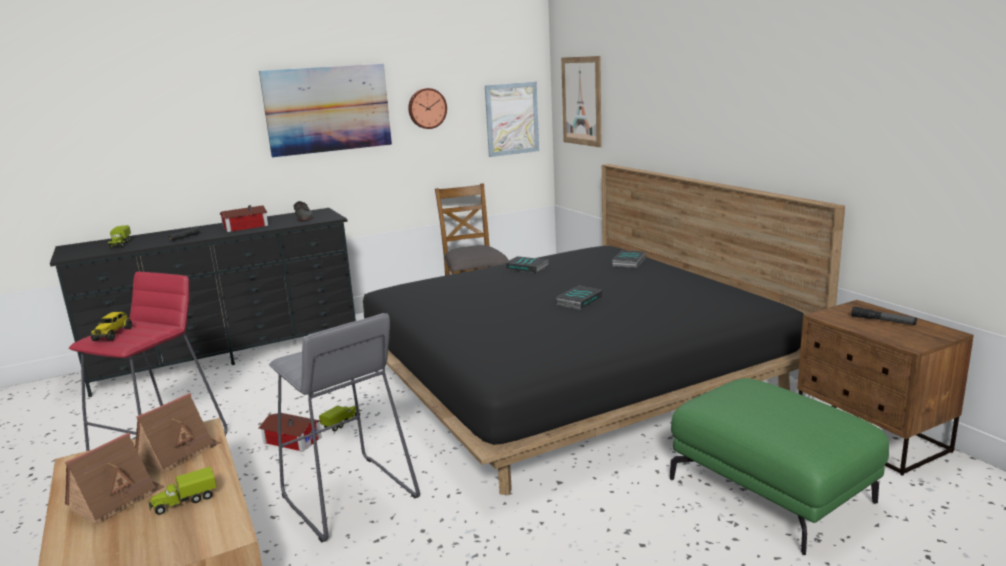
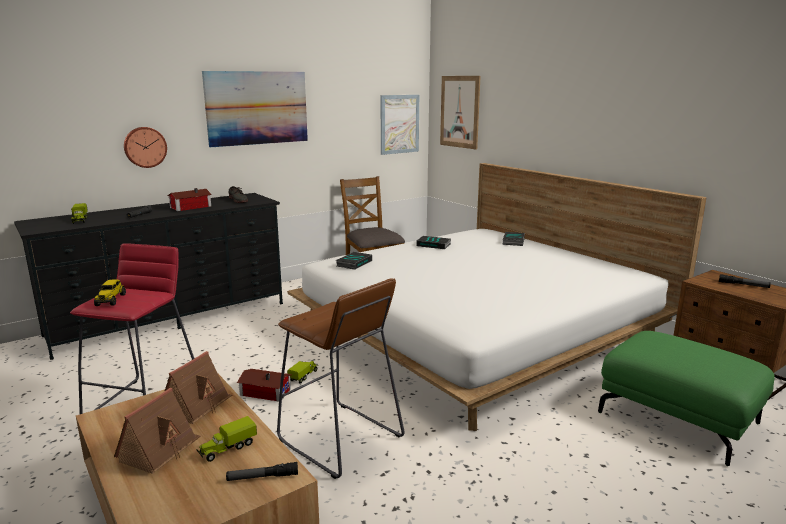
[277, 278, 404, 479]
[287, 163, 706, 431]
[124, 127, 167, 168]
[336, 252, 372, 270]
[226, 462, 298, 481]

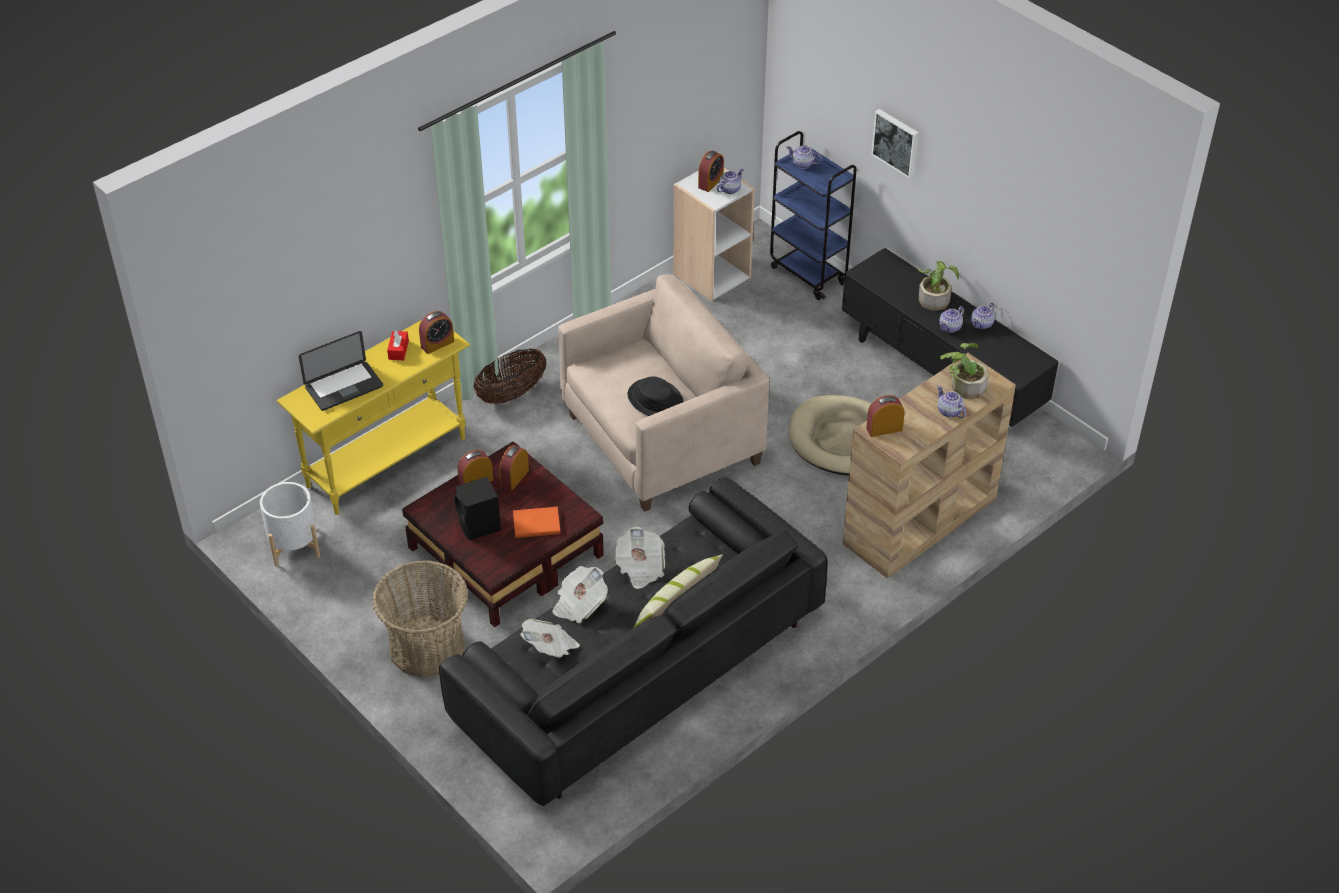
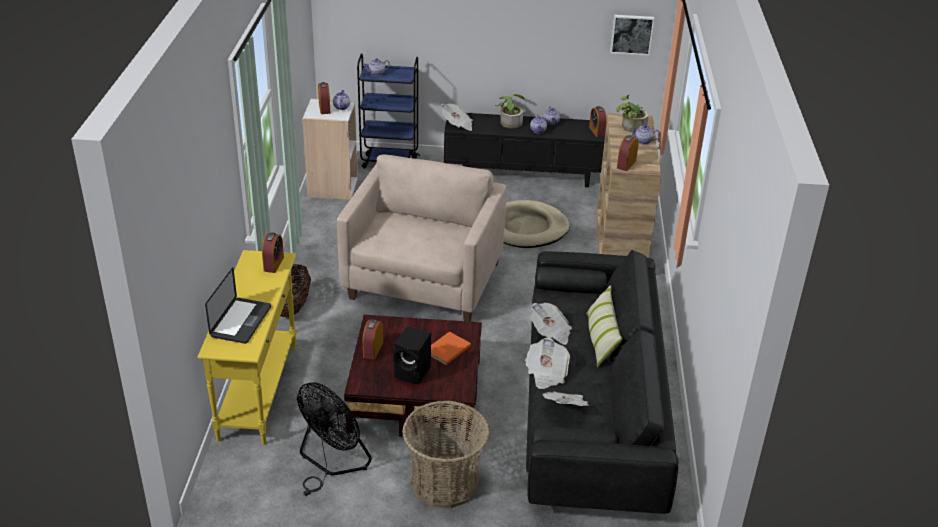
[260, 482, 320, 567] (first image)
[387, 330, 409, 360] (first image)
[589, 106, 607, 137]
[628, 376, 683, 416] (first image)
[610, 15, 654, 55]
[296, 382, 371, 496]
[441, 103, 473, 131]

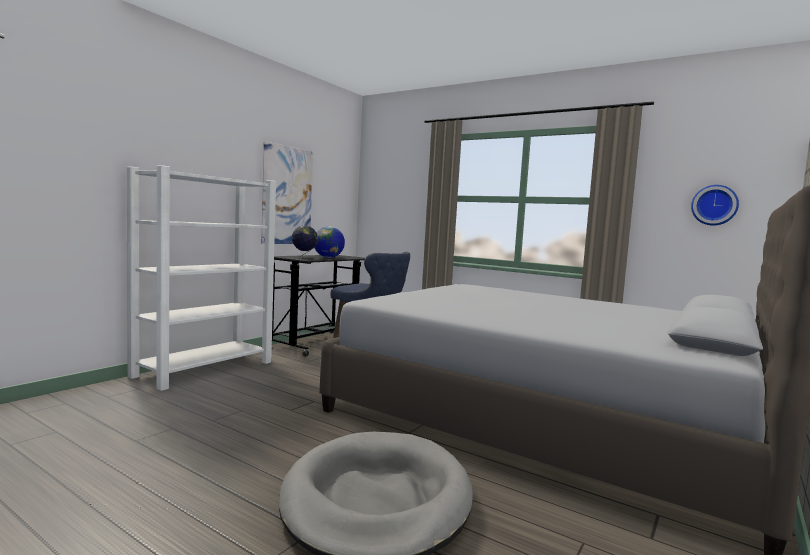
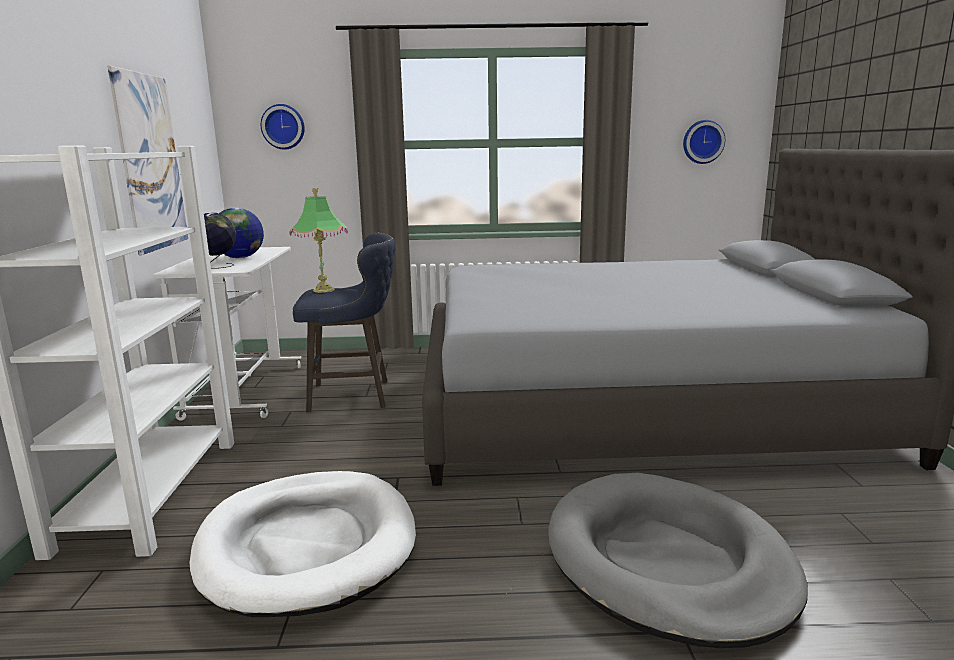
[154, 247, 302, 421]
[190, 471, 416, 617]
[261, 104, 305, 150]
[289, 188, 348, 293]

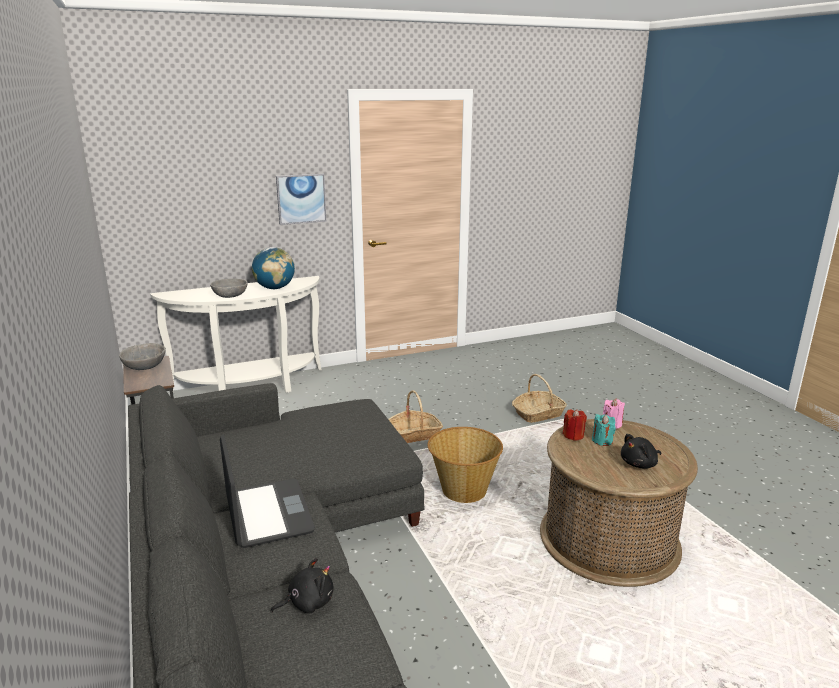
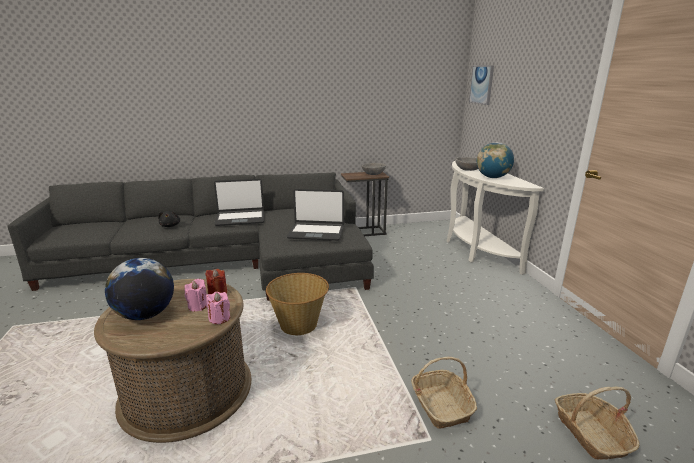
[469, 65, 494, 105]
[555, 387, 640, 460]
[184, 279, 207, 311]
[105, 258, 174, 320]
[287, 189, 344, 241]

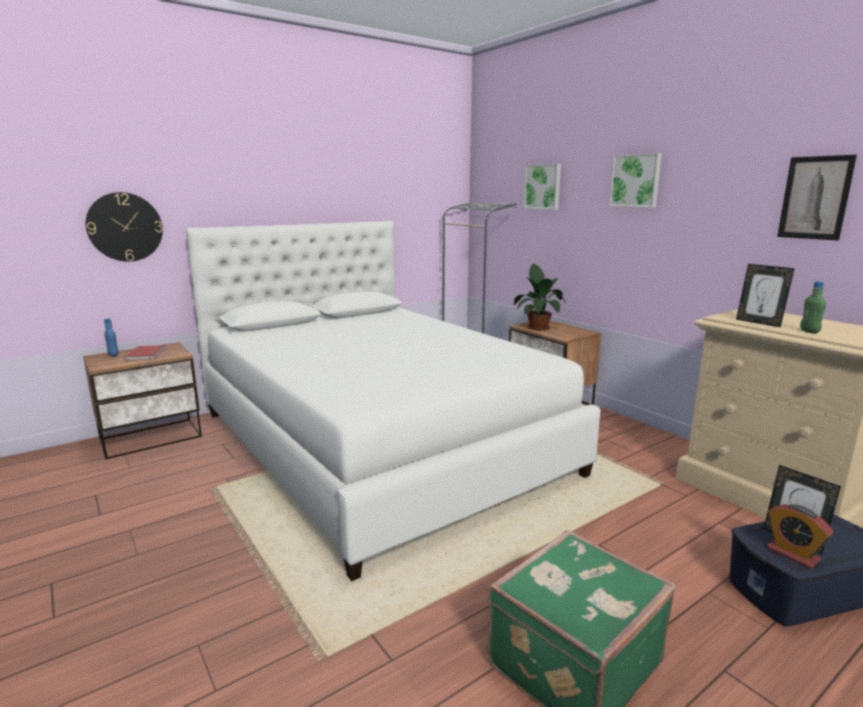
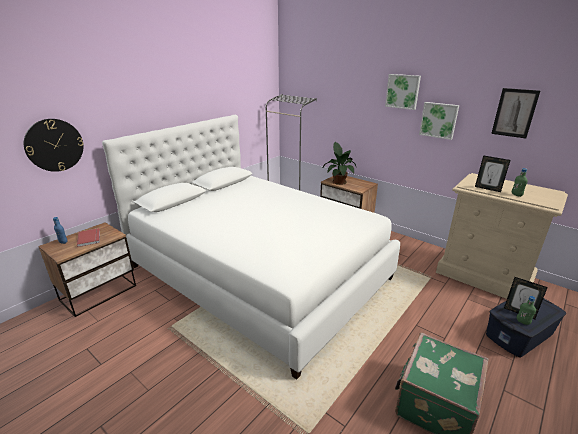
[419, 102, 459, 140]
[517, 296, 536, 325]

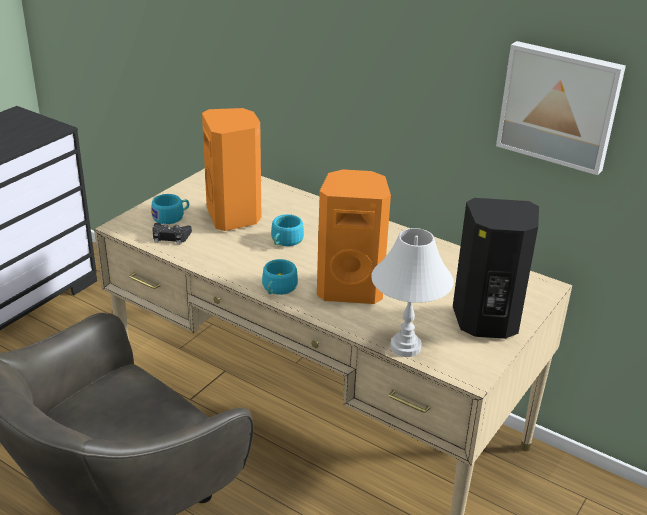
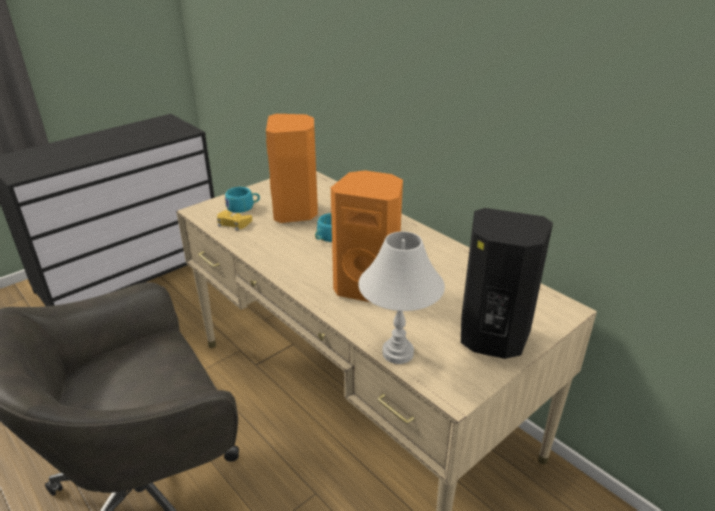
[217, 210, 252, 231]
[262, 259, 298, 295] (first image)
[496, 41, 626, 175] (first image)

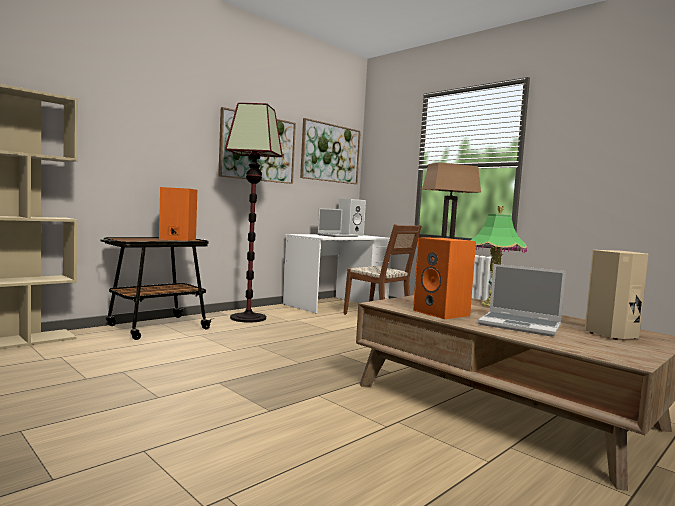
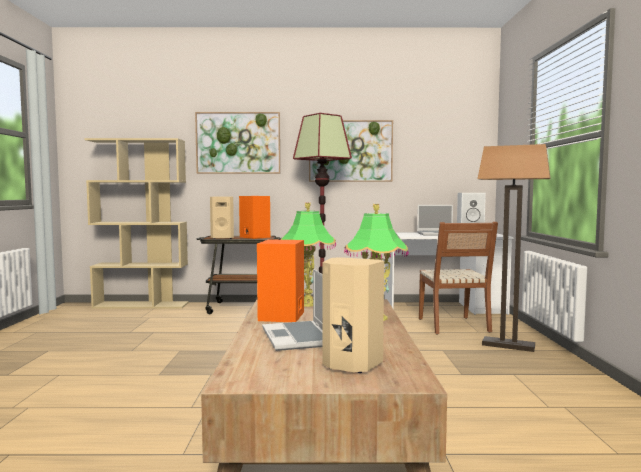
[195, 112, 280, 174]
[210, 197, 234, 239]
[281, 203, 336, 307]

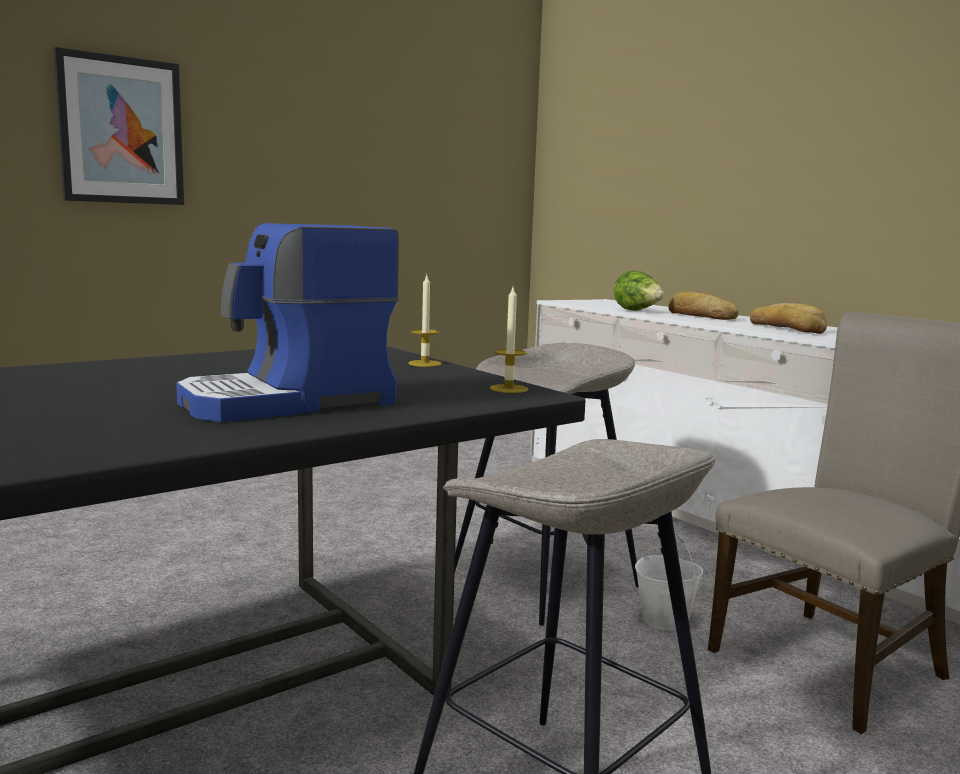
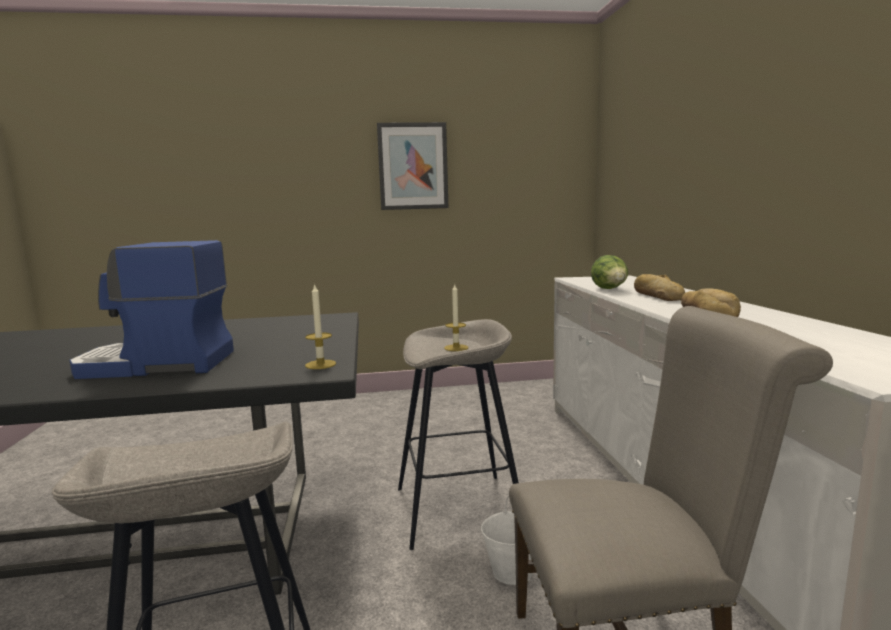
[377, 122, 448, 210]
[444, 284, 468, 351]

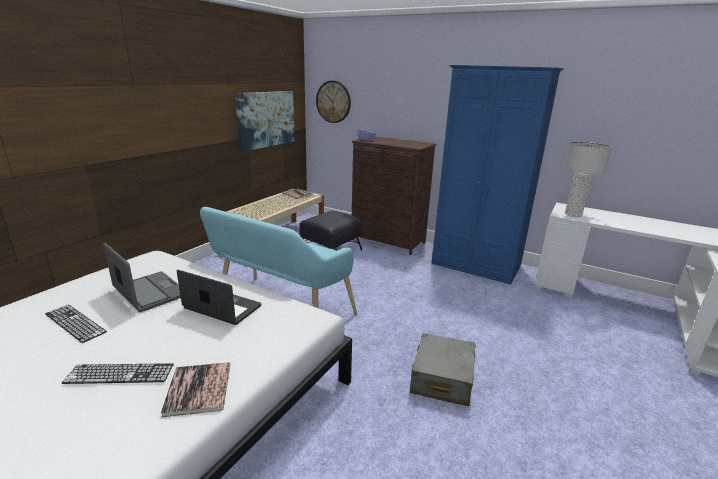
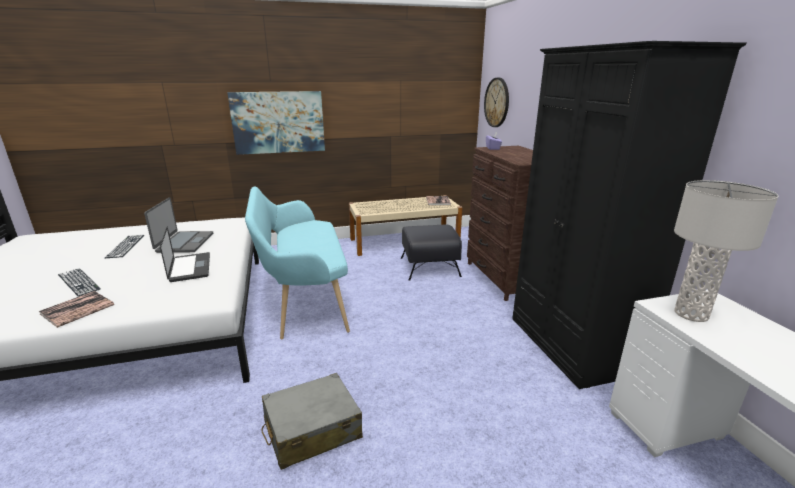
[227, 91, 325, 155]
[512, 41, 746, 389]

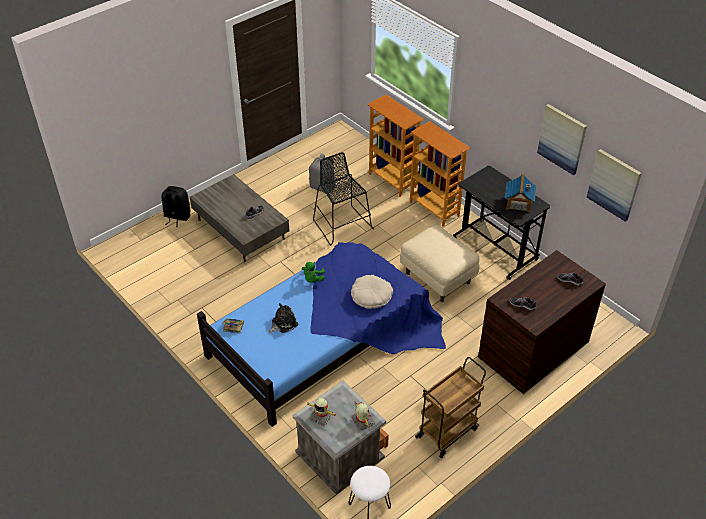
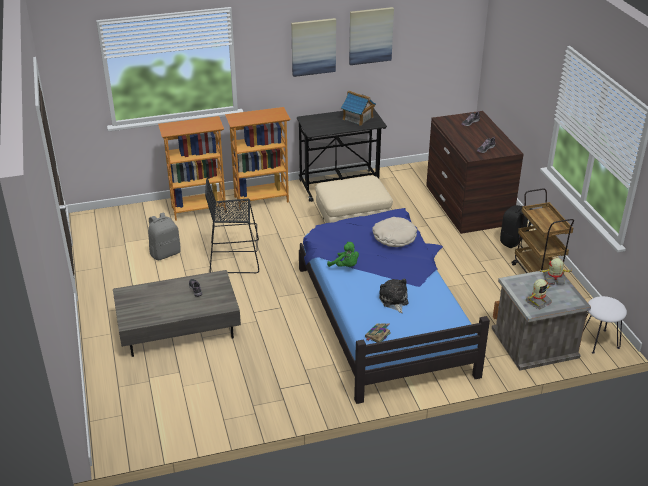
[500, 205, 533, 251]
[291, 18, 336, 77]

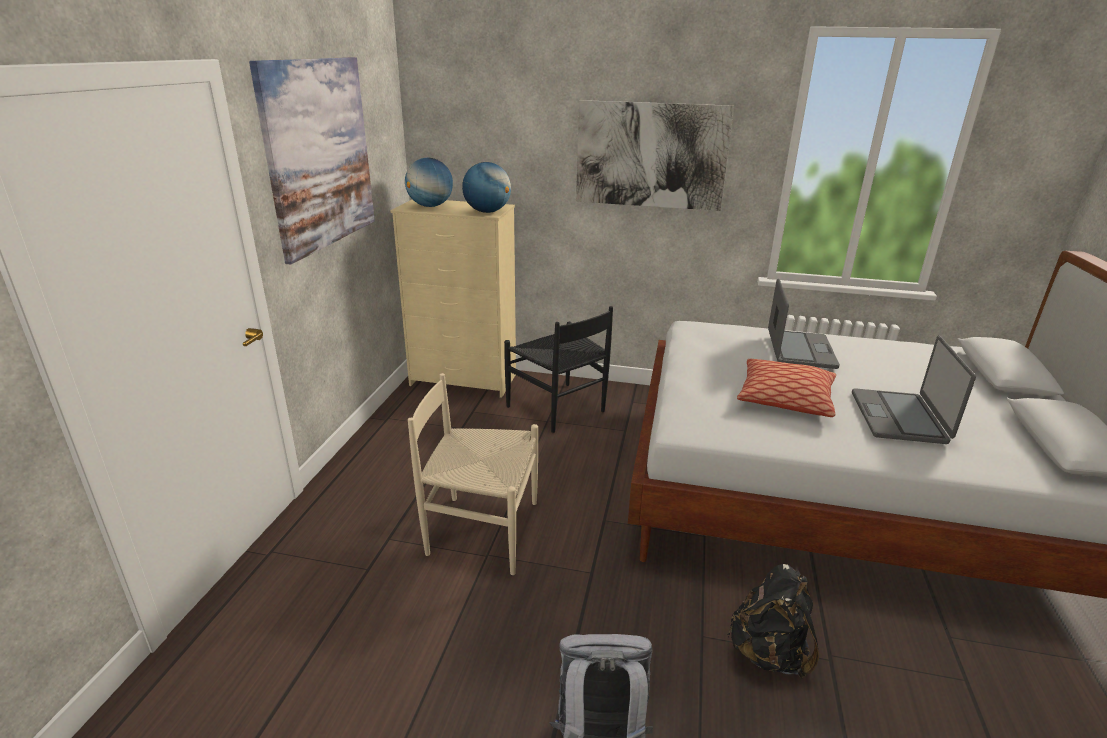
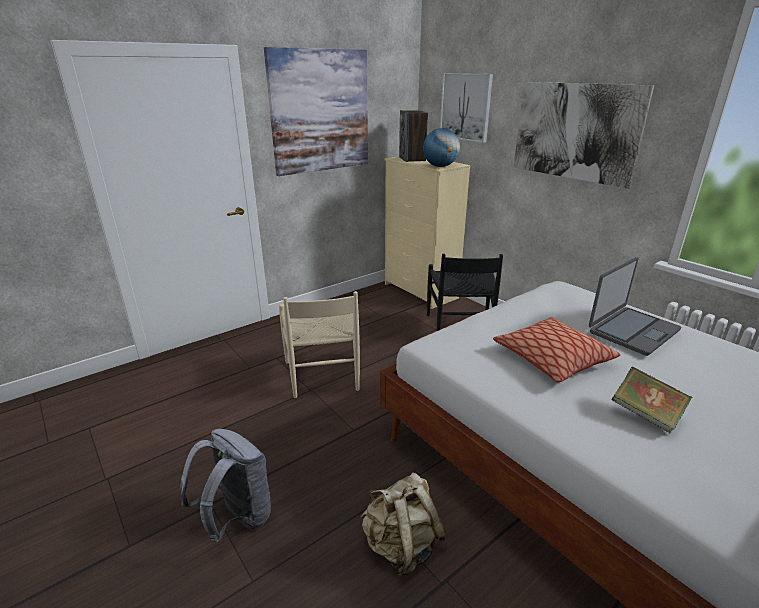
[399, 110, 428, 162]
[279, 291, 360, 398]
[361, 473, 447, 576]
[611, 367, 692, 434]
[440, 73, 493, 143]

